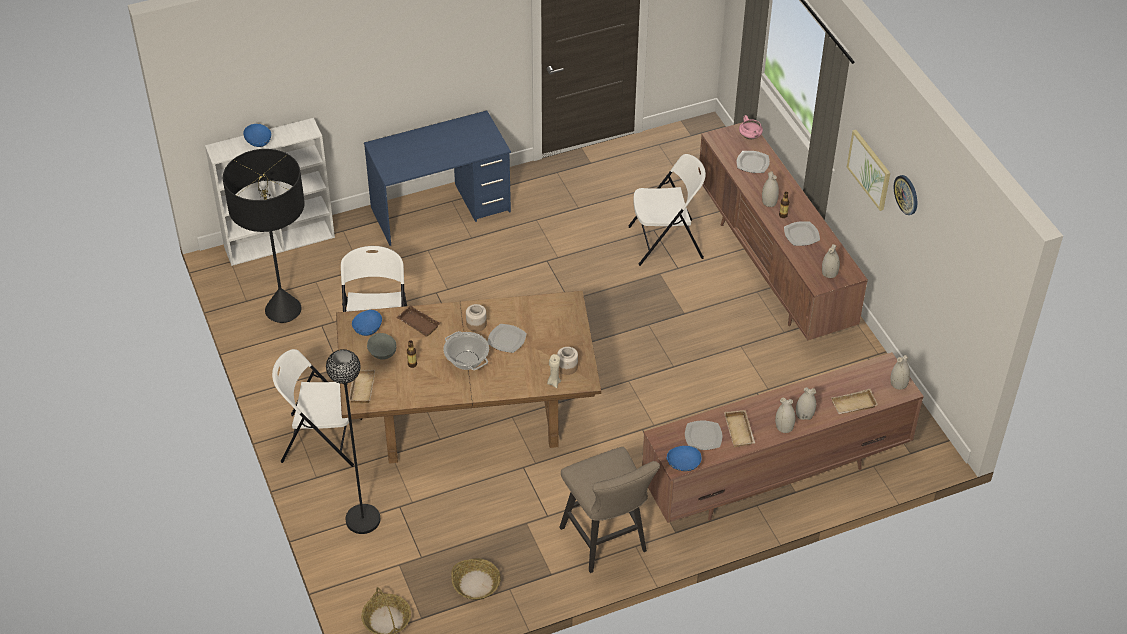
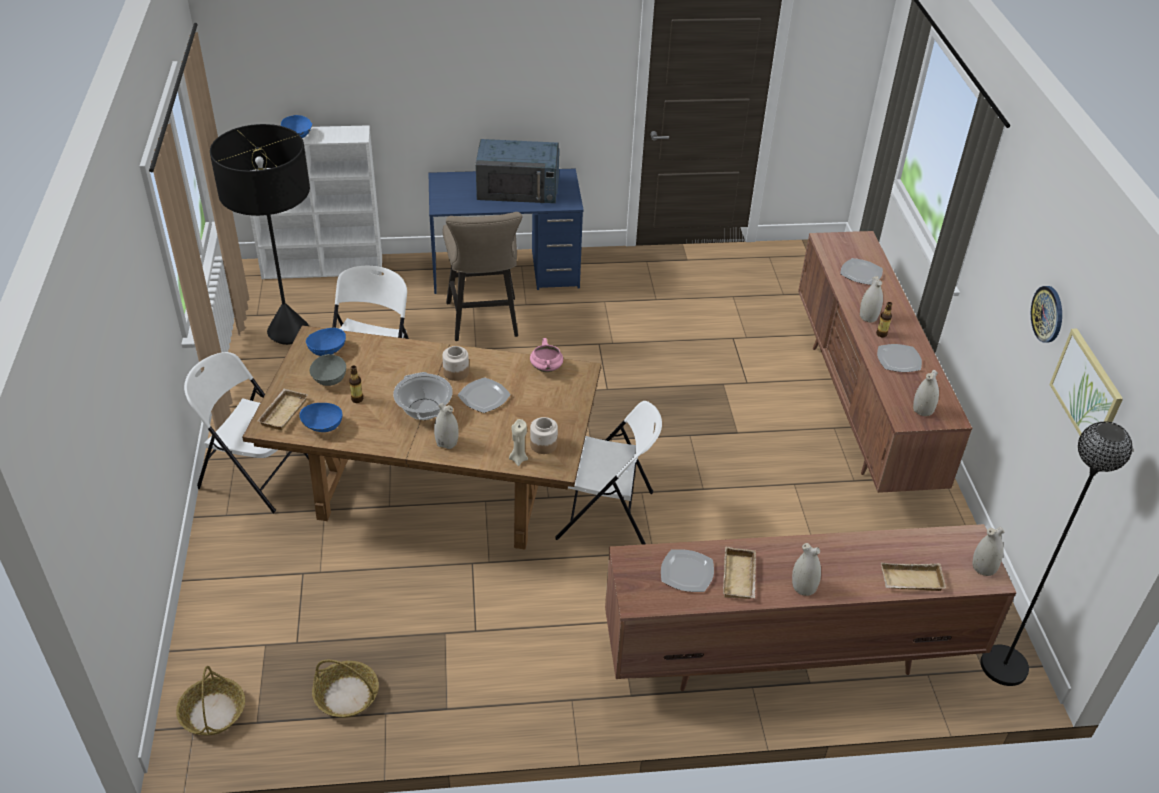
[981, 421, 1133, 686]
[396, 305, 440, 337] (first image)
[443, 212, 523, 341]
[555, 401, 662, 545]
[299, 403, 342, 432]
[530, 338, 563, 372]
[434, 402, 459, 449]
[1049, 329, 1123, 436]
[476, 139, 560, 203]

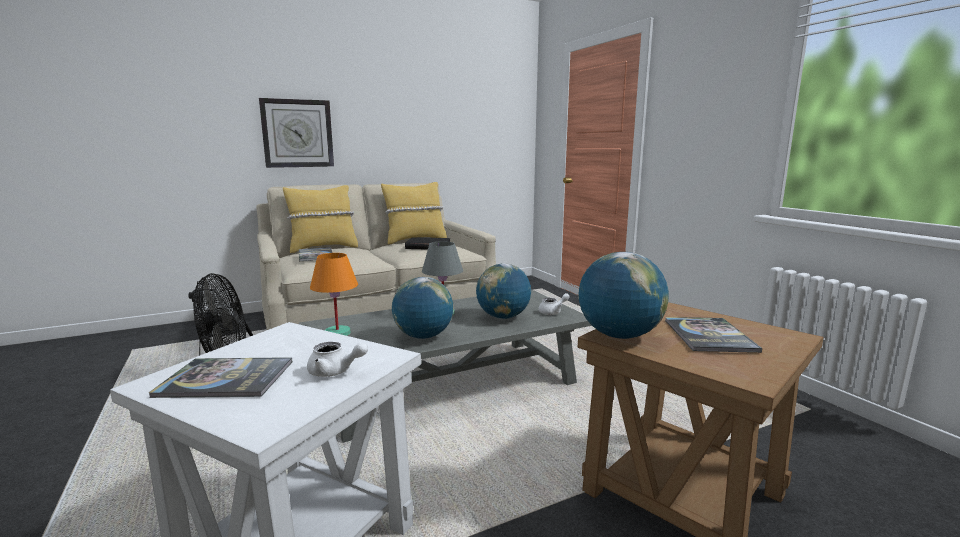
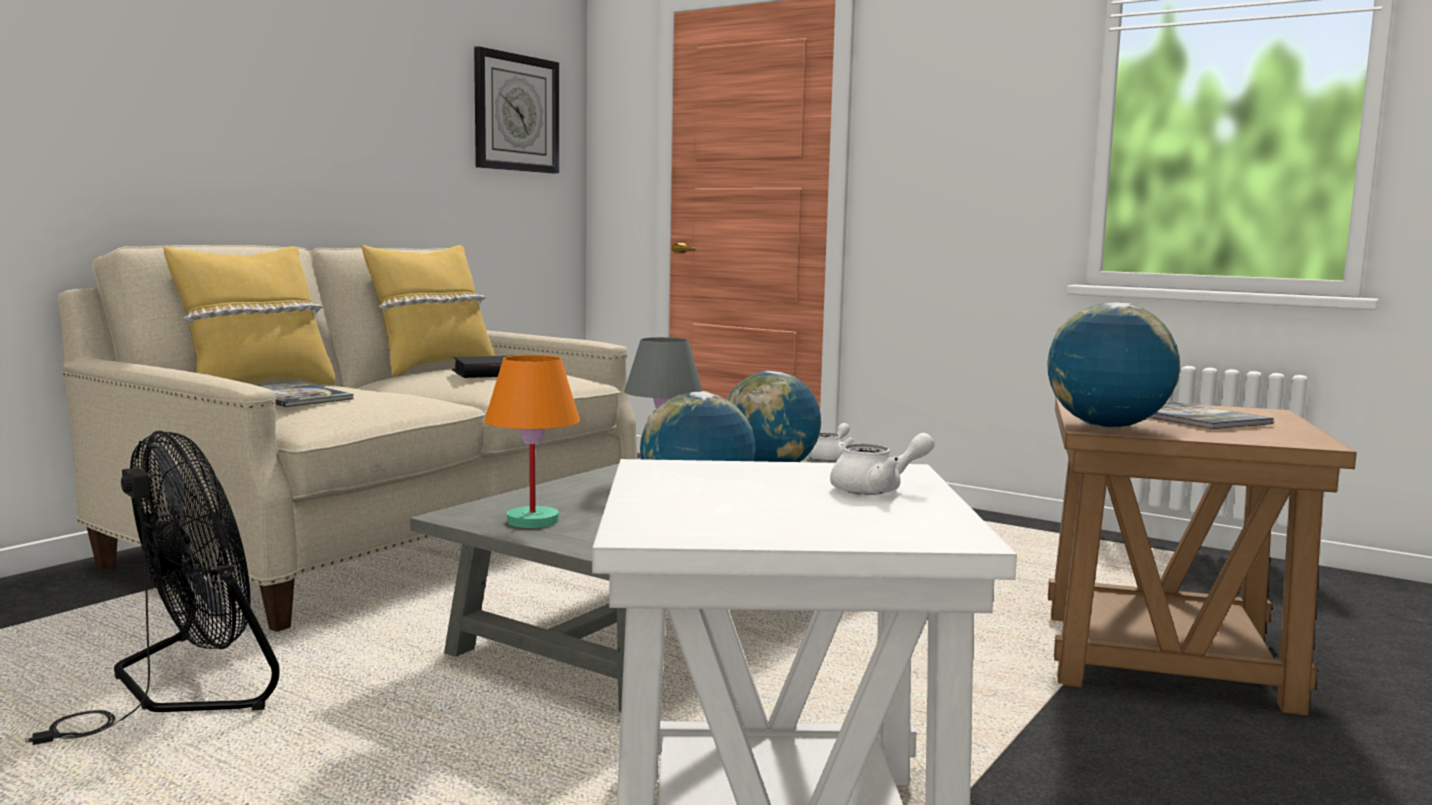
[149, 357, 292, 398] (first image)
[474, 46, 559, 174]

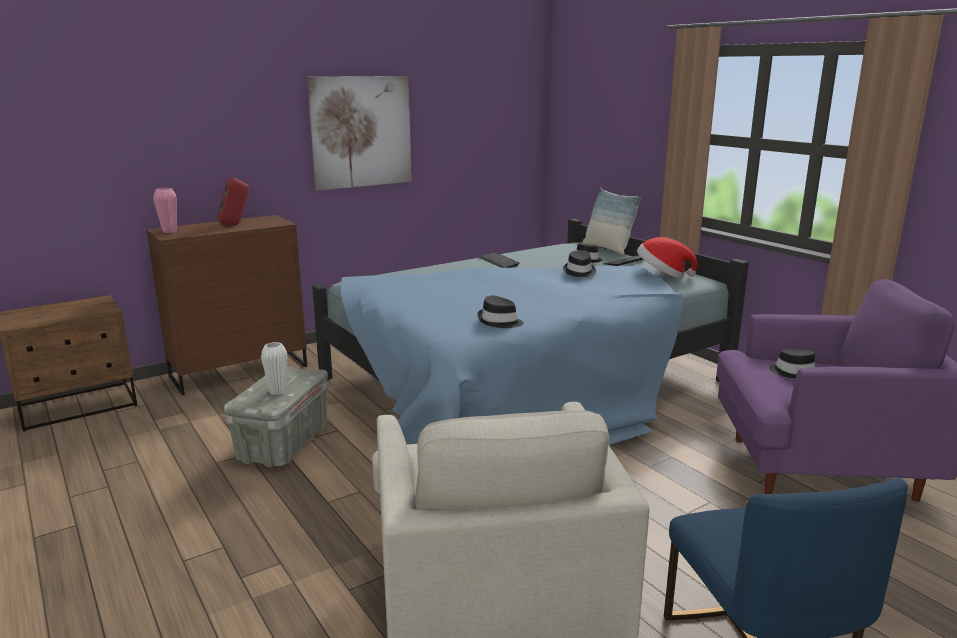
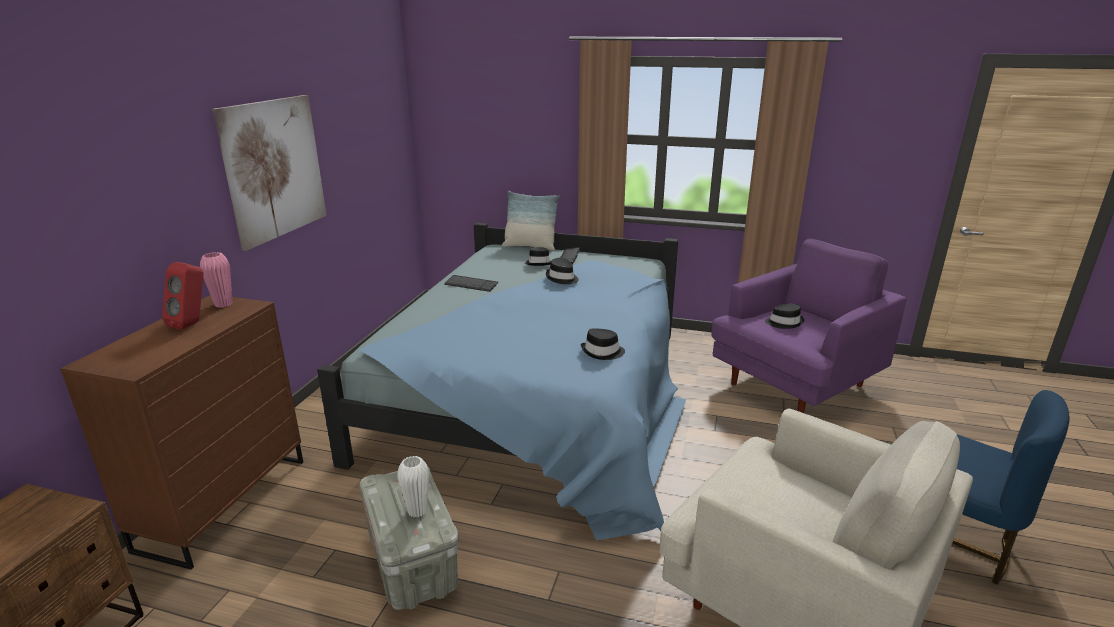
[200, 252, 232, 308]
[637, 237, 697, 278] (first image)

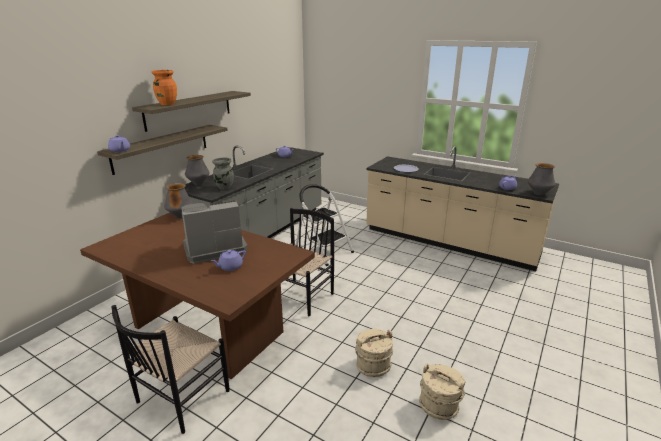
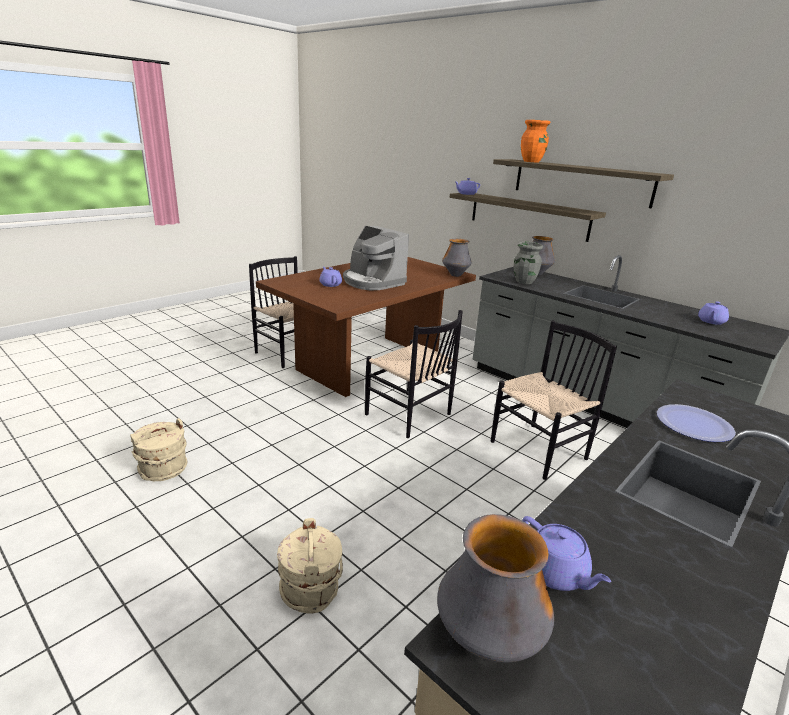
[343, 226, 409, 291]
[491, 320, 617, 480]
[277, 518, 343, 613]

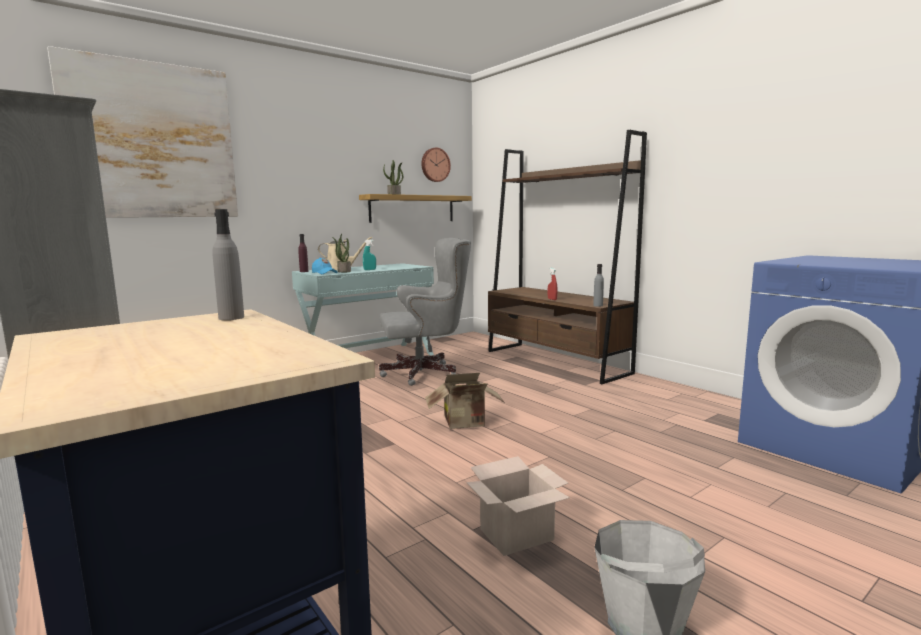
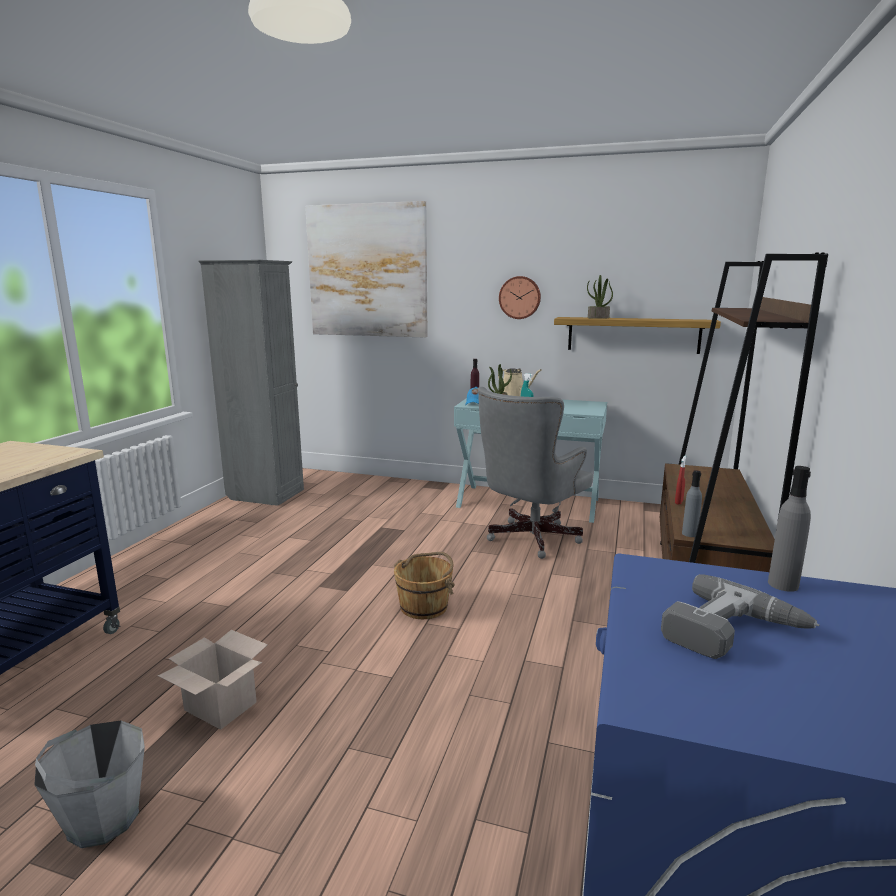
[768, 466, 811, 592]
[477, 387, 593, 559]
[499, 276, 541, 319]
[394, 552, 455, 619]
[661, 574, 819, 659]

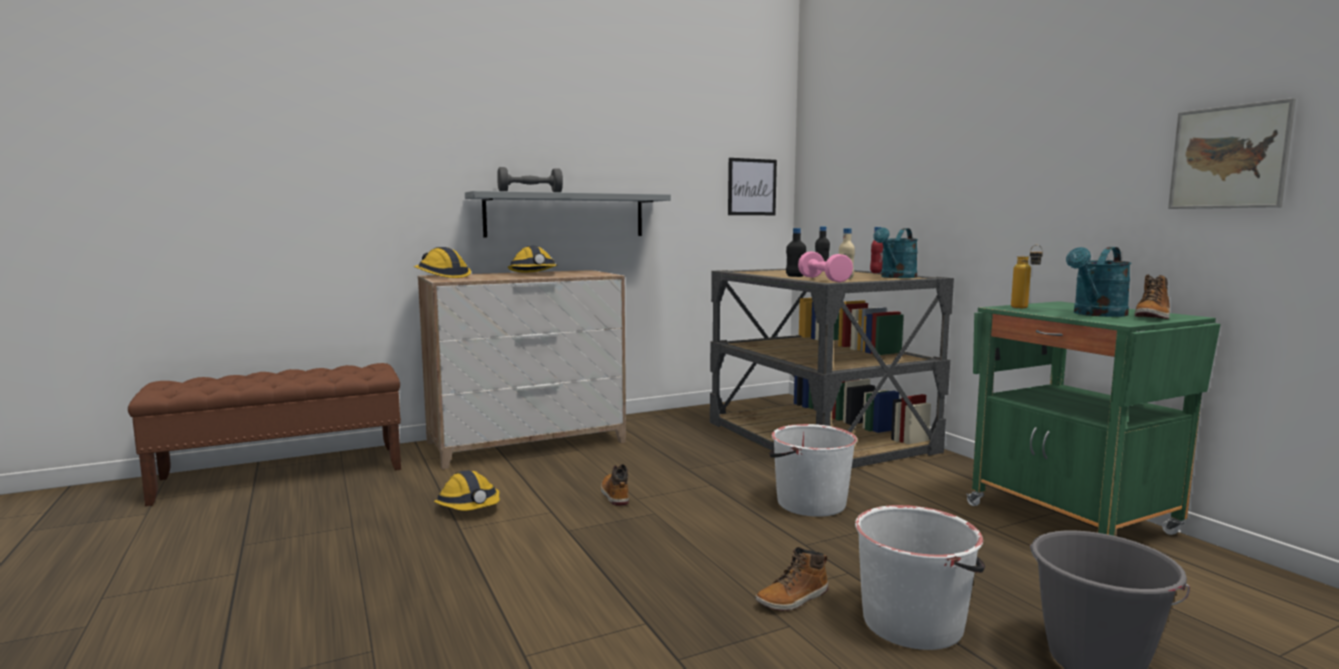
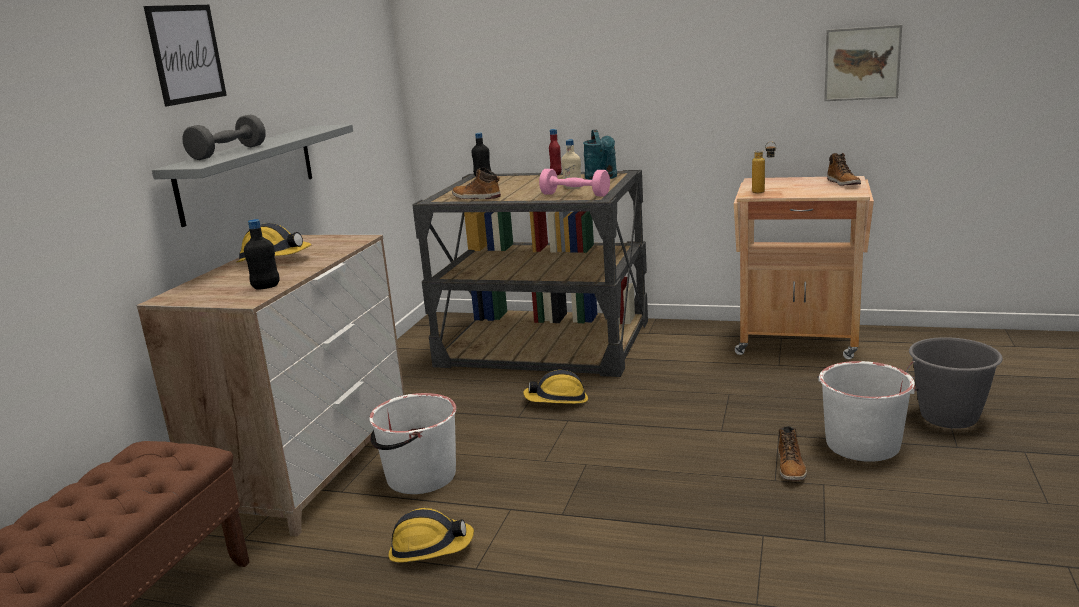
[523, 370, 588, 404]
[452, 168, 501, 199]
[144, 5, 227, 106]
[369, 393, 456, 494]
[244, 219, 280, 290]
[734, 176, 874, 359]
[1066, 247, 1132, 317] (first image)

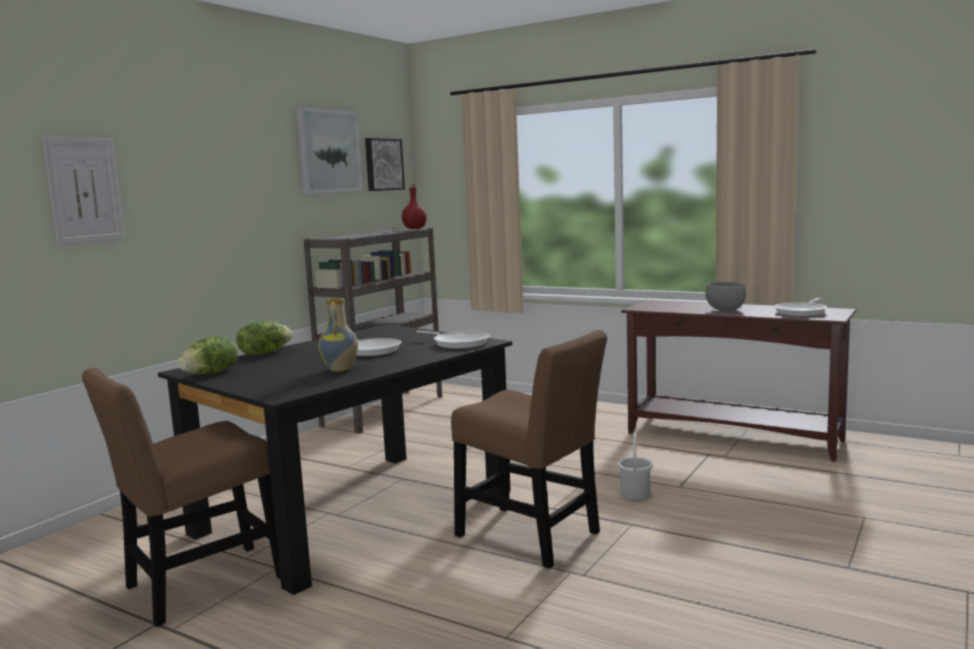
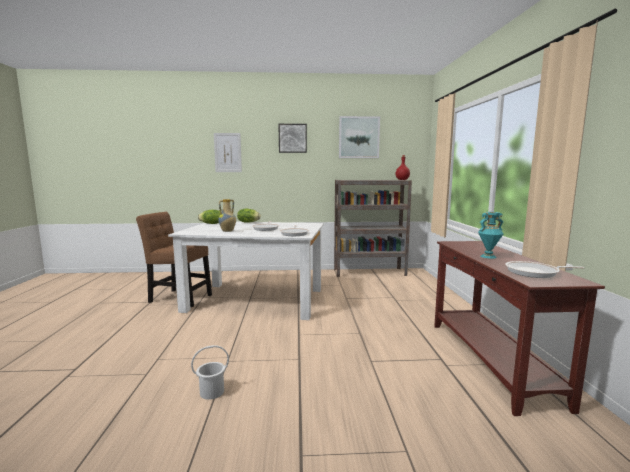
[168, 221, 324, 320]
[278, 124, 307, 153]
[451, 330, 607, 569] (first image)
[191, 345, 229, 400]
[478, 212, 504, 259]

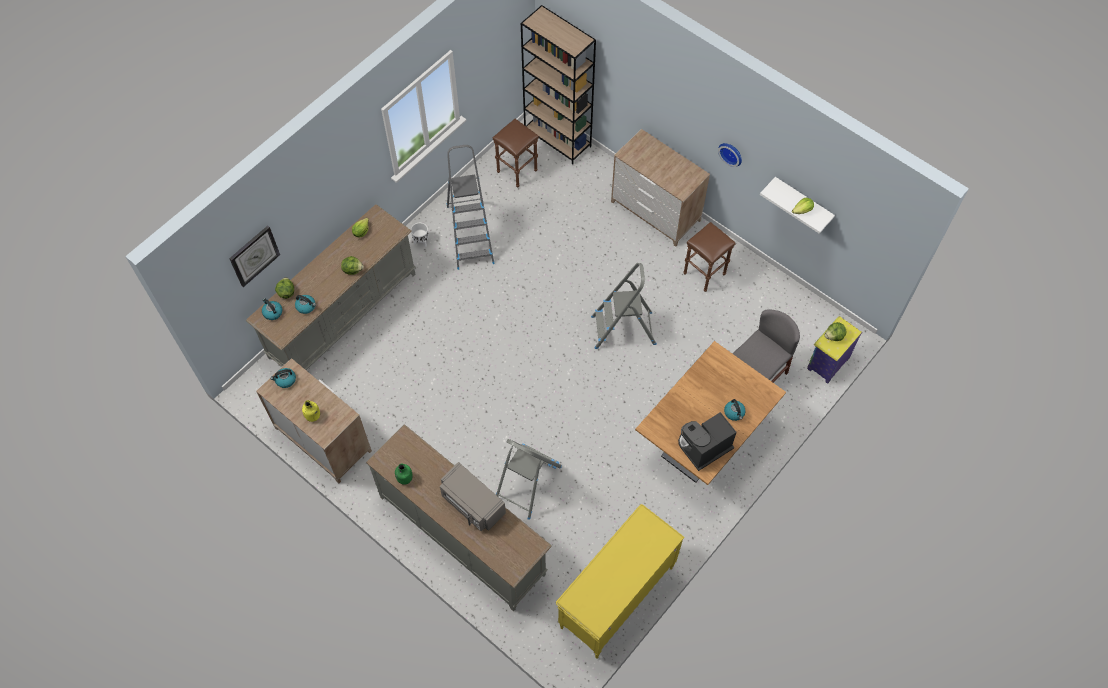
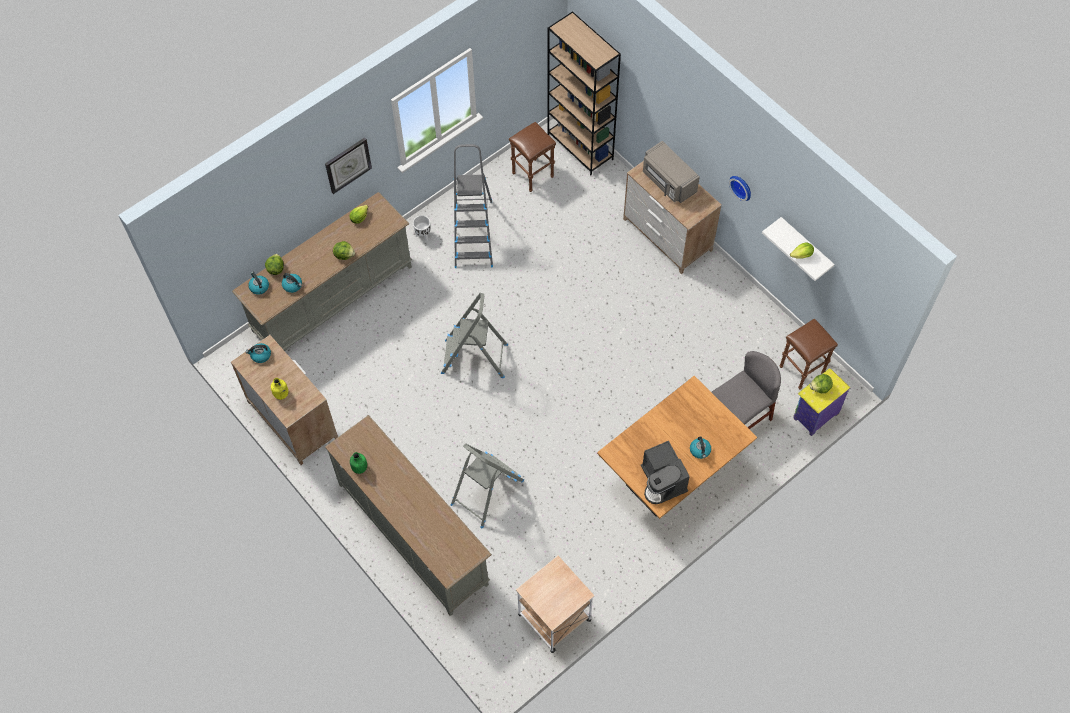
[325, 138, 372, 194]
[643, 141, 700, 203]
[516, 556, 595, 653]
[441, 293, 508, 378]
[641, 441, 690, 504]
[780, 319, 838, 390]

